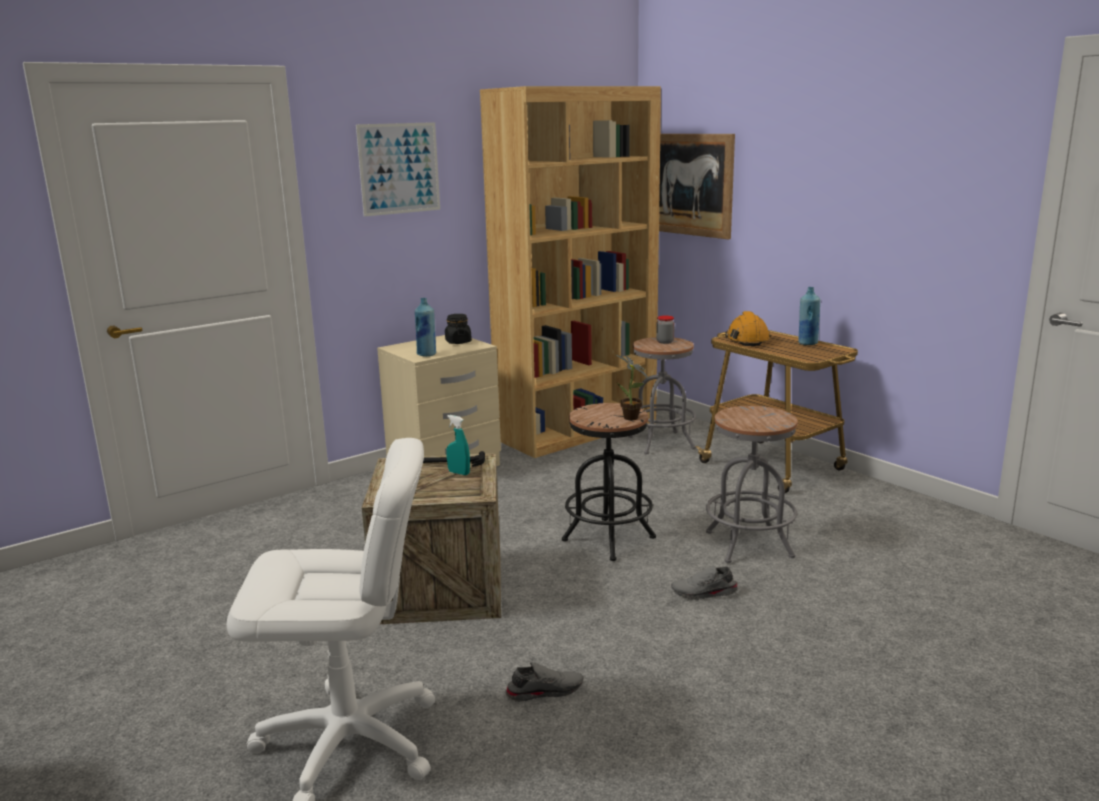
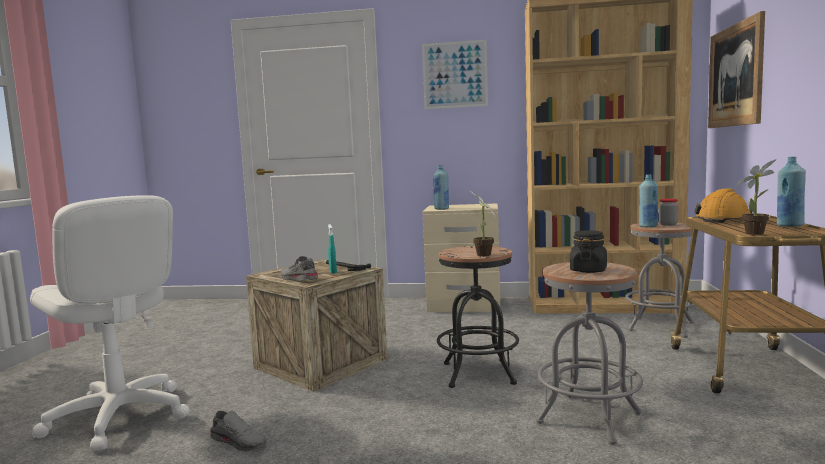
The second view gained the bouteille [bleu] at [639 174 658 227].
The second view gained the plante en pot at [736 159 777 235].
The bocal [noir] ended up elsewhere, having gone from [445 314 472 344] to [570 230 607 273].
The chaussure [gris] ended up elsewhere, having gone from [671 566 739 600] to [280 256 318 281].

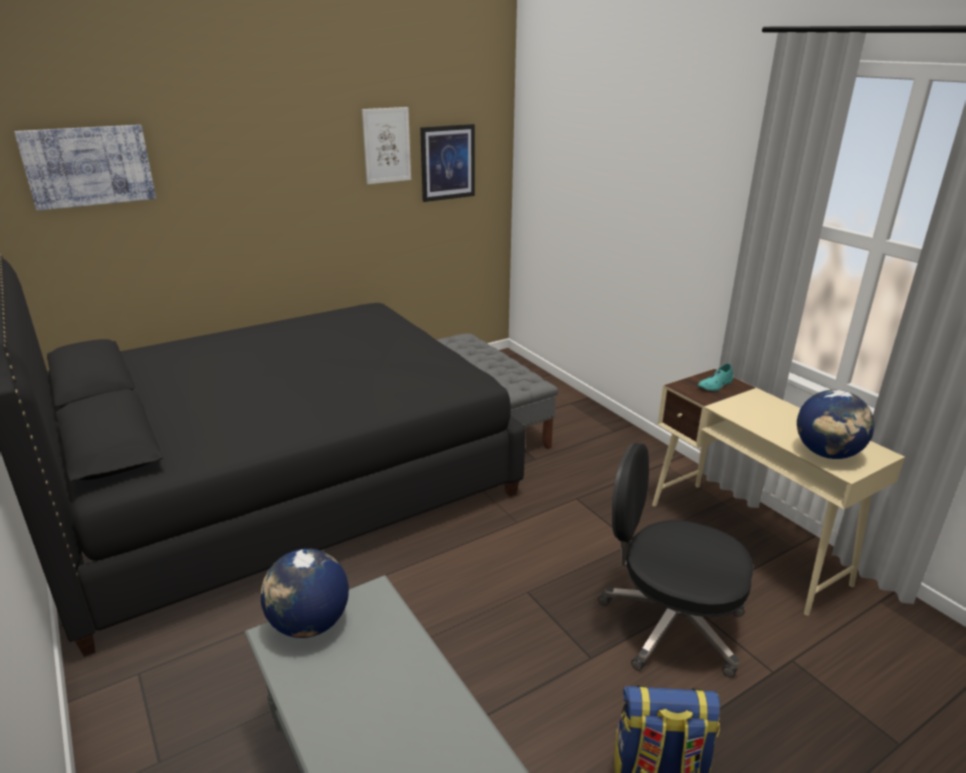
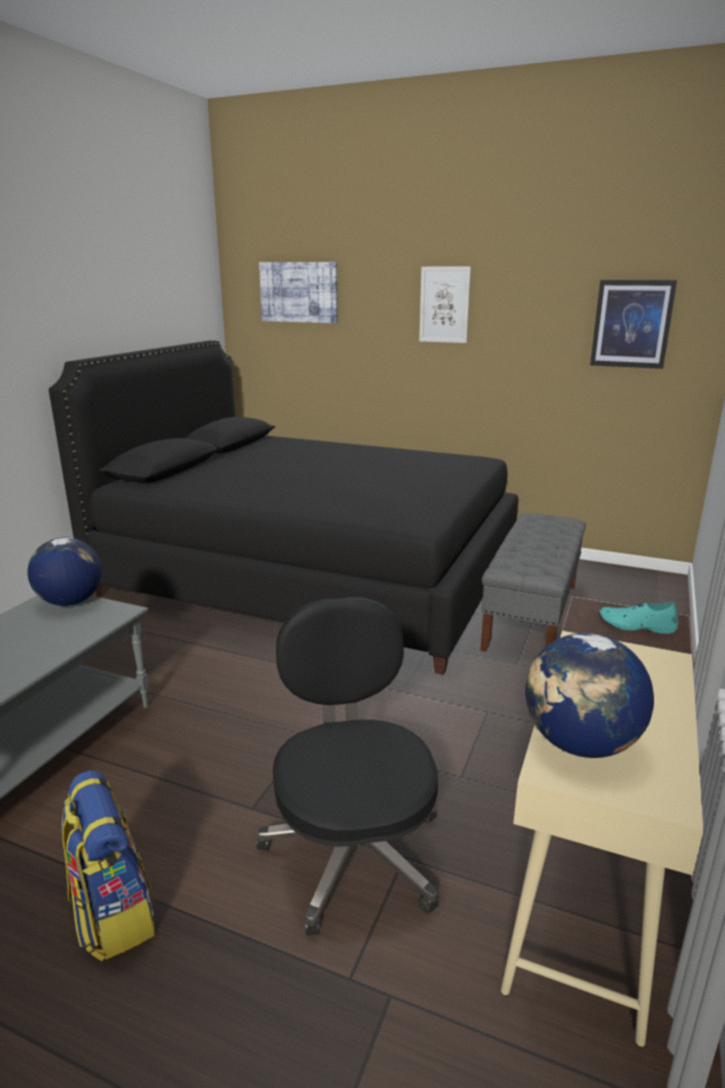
The tableau ended up elsewhere, having gone from [362 107 411 184] to [419 266 471 343].

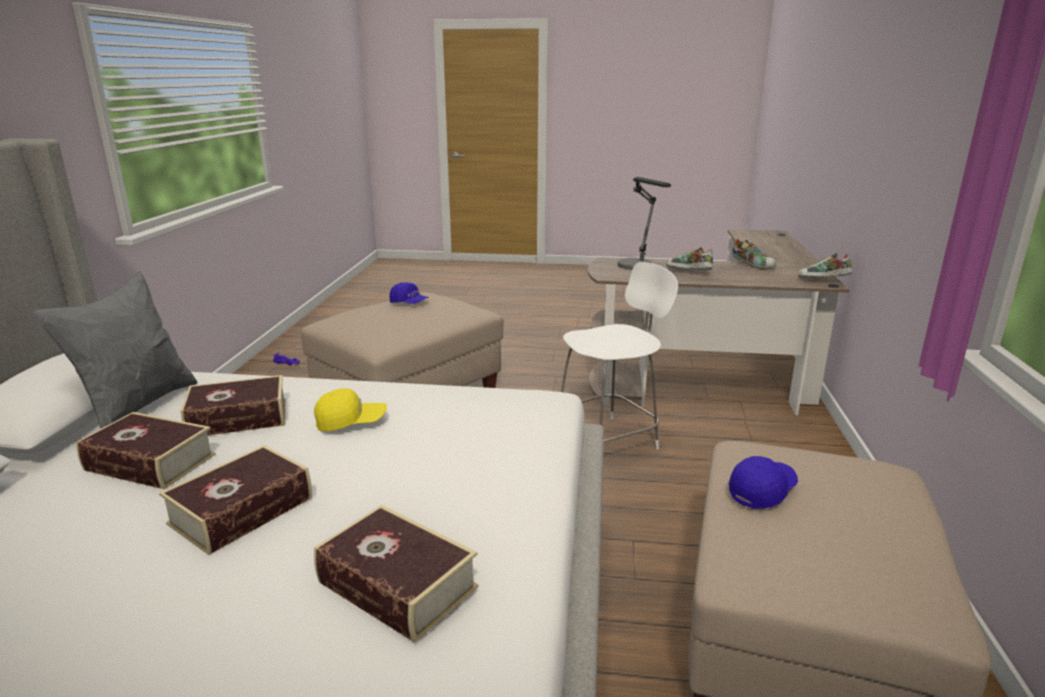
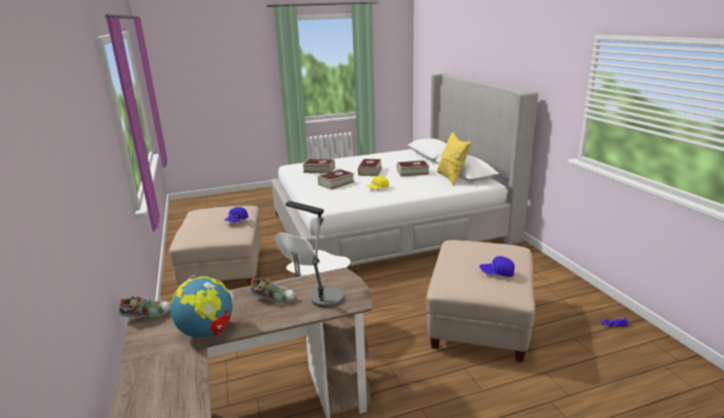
The livre ended up elsewhere, having gone from [181 375 286 435] to [318 169 354 190].
Where the chaussure stood at [732 239 776 270], the globe came to stand at [170 275 234 338].
What was the coussin [gris] at [33 272 198 429] turned into the coussin [jaune] at [437 132 471 186].

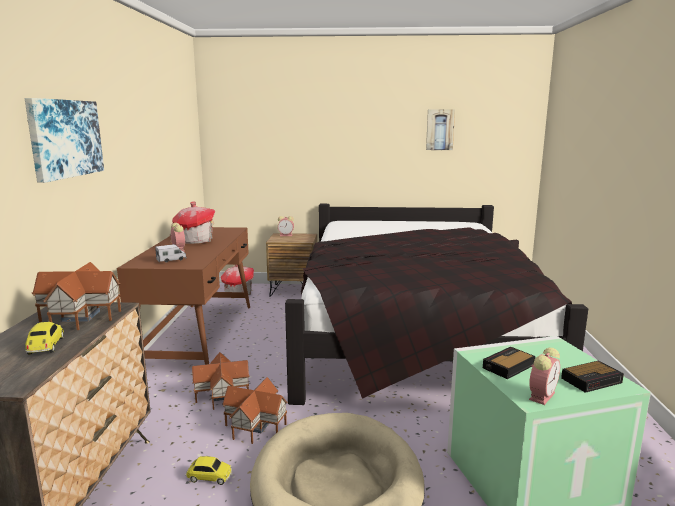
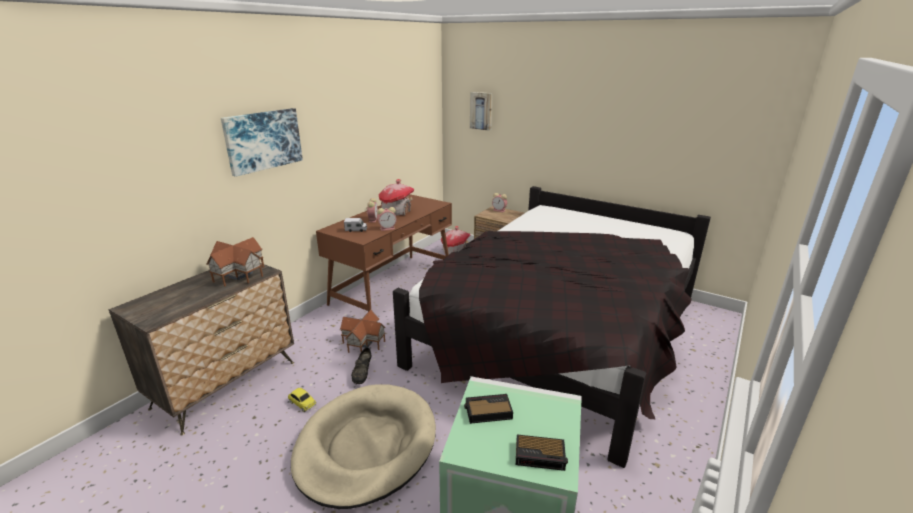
The second view lost the petite voiture at [25 322 64 355].
The tableau ended up elsewhere, having gone from [426 110 455 150] to [470 92 493 131].
The réveil ended up elsewhere, having gone from [529 348 560 405] to [377 207 397 231].
Where the maison miniature stood at [222 377 288 444], the chaussure [noir] came to stand at [351 348 371 384].

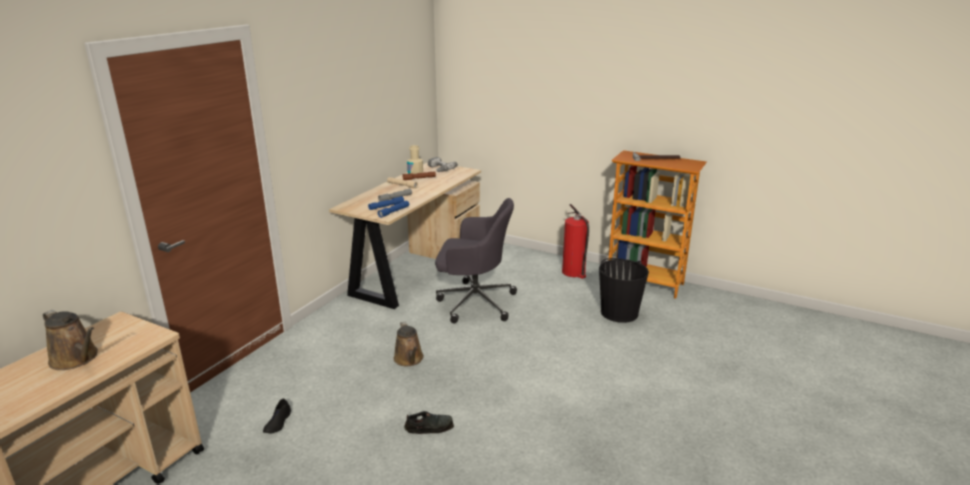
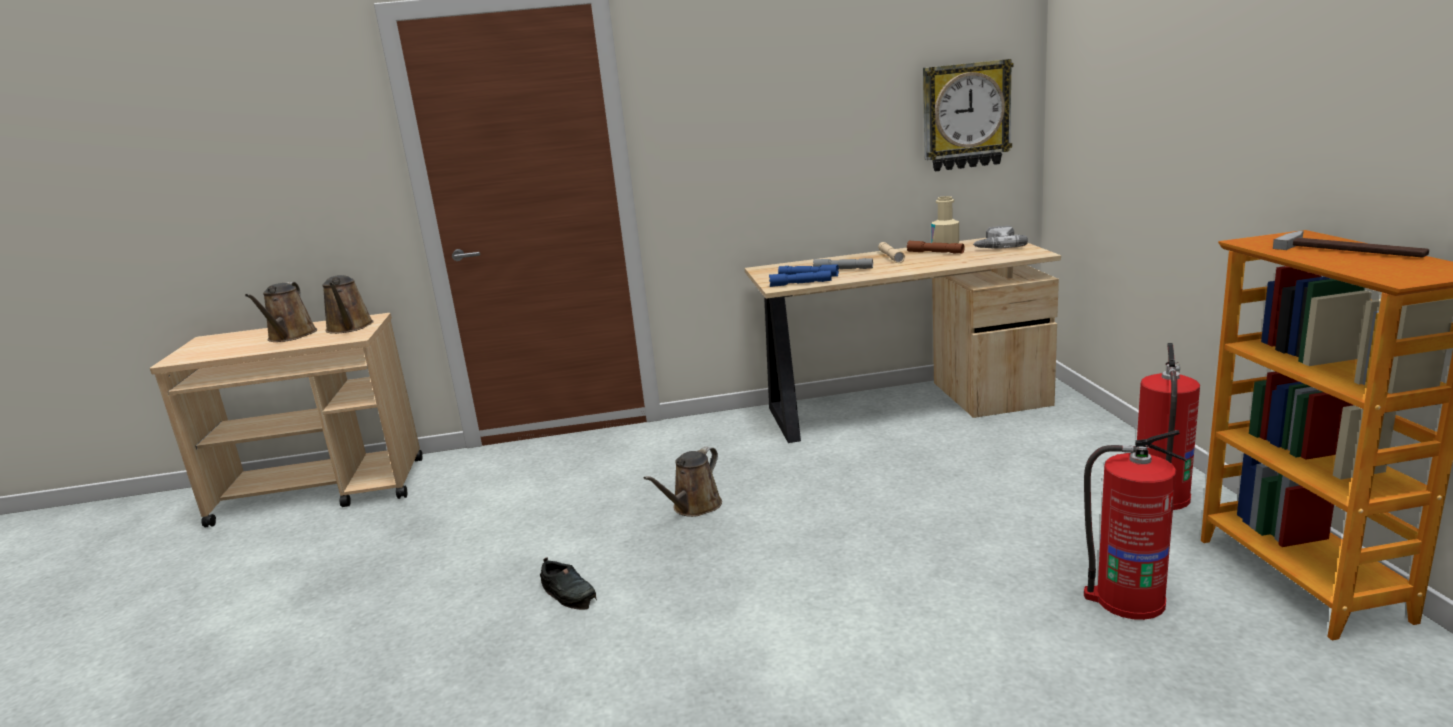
The second view lost the chaussure [noir] at [263 398 291 433].
The second view lost the chaise de bureau [gris] at [435 198 517 323].
The second view gained the arrosoir [marron] at [322 275 374 334].
The second view gained the horloge murale at [923 59 1013 171].
Where the seau [noir] stood at [599 258 649 323], the extincteur came to stand at [1084 430 1187 620].

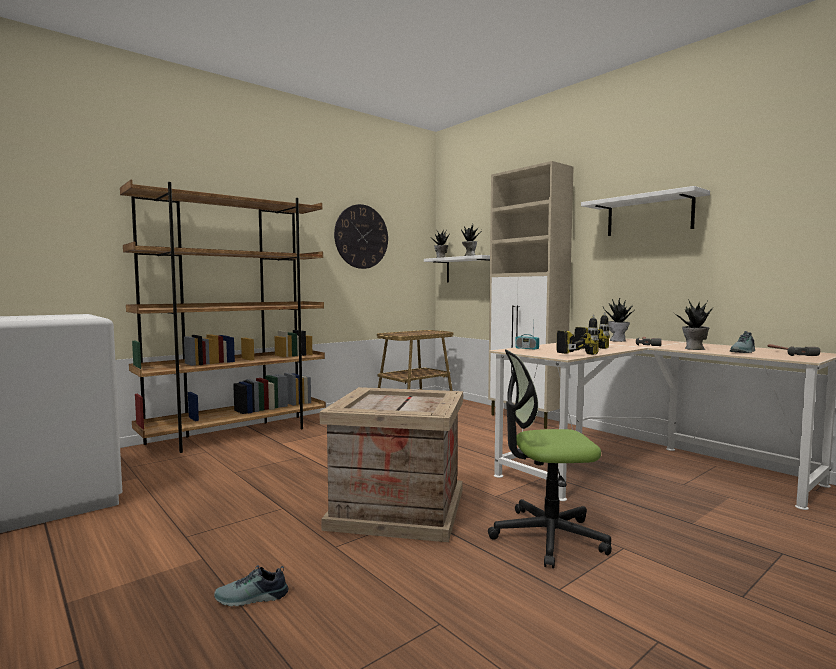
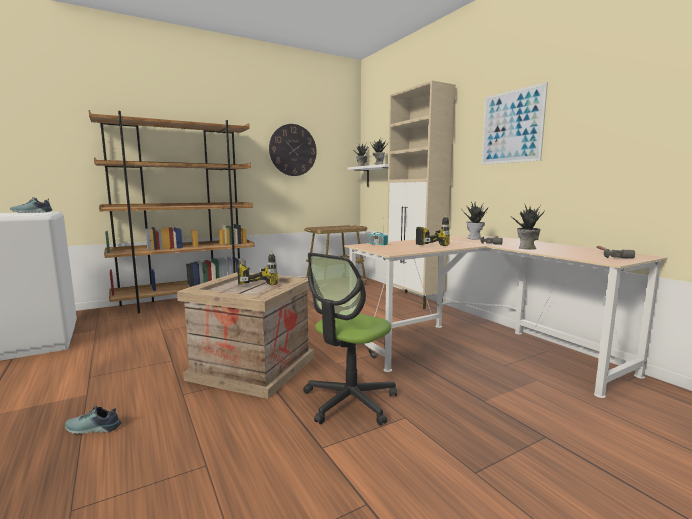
The perceuse ended up elsewhere, having gone from [556 315 599 355] to [237 251 278 285].
The chaussure ended up elsewhere, having gone from [730 331 755 353] to [10 197 52 213].
Where the étagère [blanc] hung at [581 186 710 236], the tableau came to hang at [481 82 548 165].
The chaise de bureau at [488 349 612 568] ended up facing another way, 60 degrees counterclockwise from before.

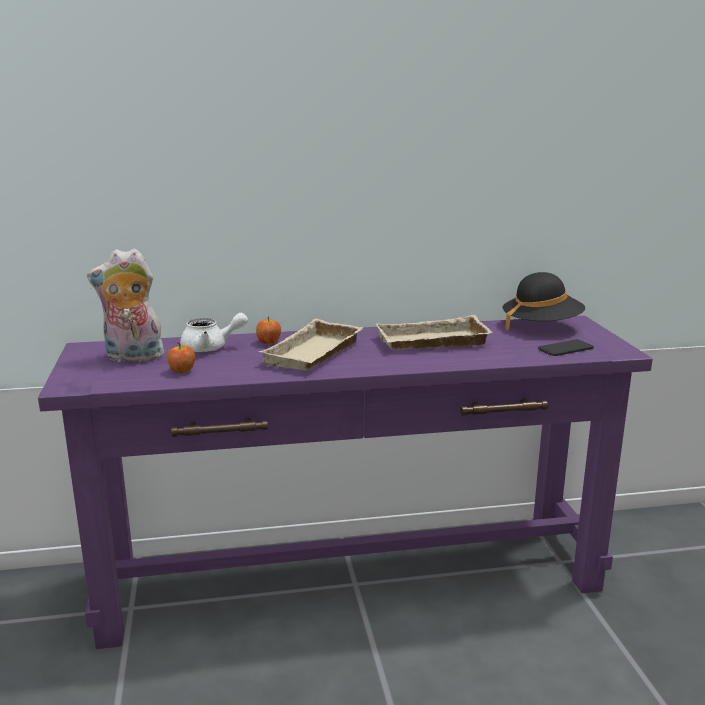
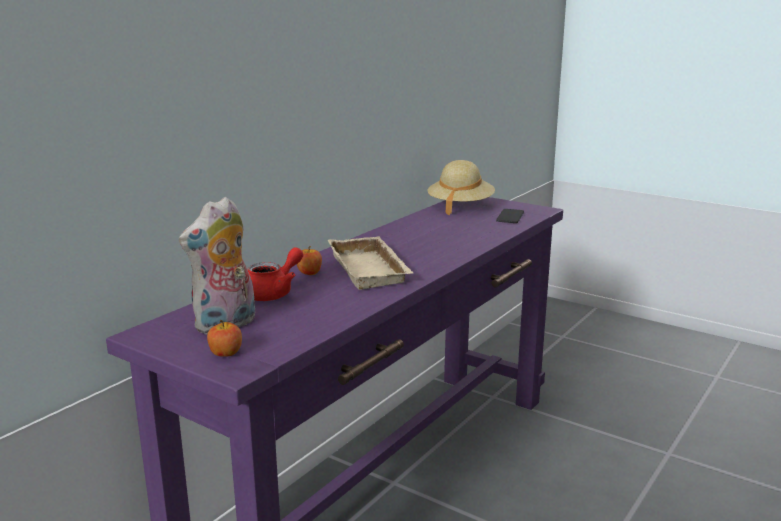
The second view lost the plateau [beige] at [375 315 493 349].
The pomme ended up elsewhere, having gone from [167 342 195 373] to [207 320 242 357].
What was the théière [blanc] at [180 313 248 352] turned into the théière [rouge] at [248 247 304 301].
What was the chapeau [noir] at [502 272 585 331] turned into the chapeau [beige] at [427 160 495 215].

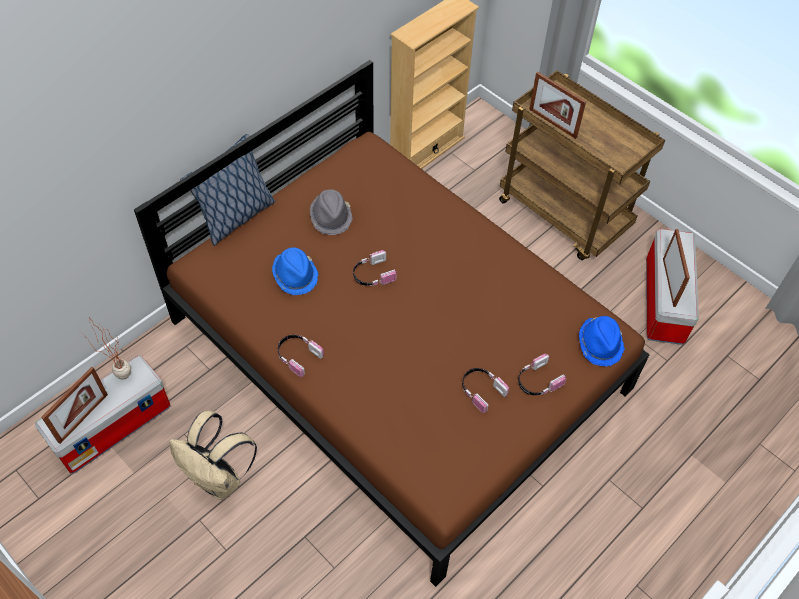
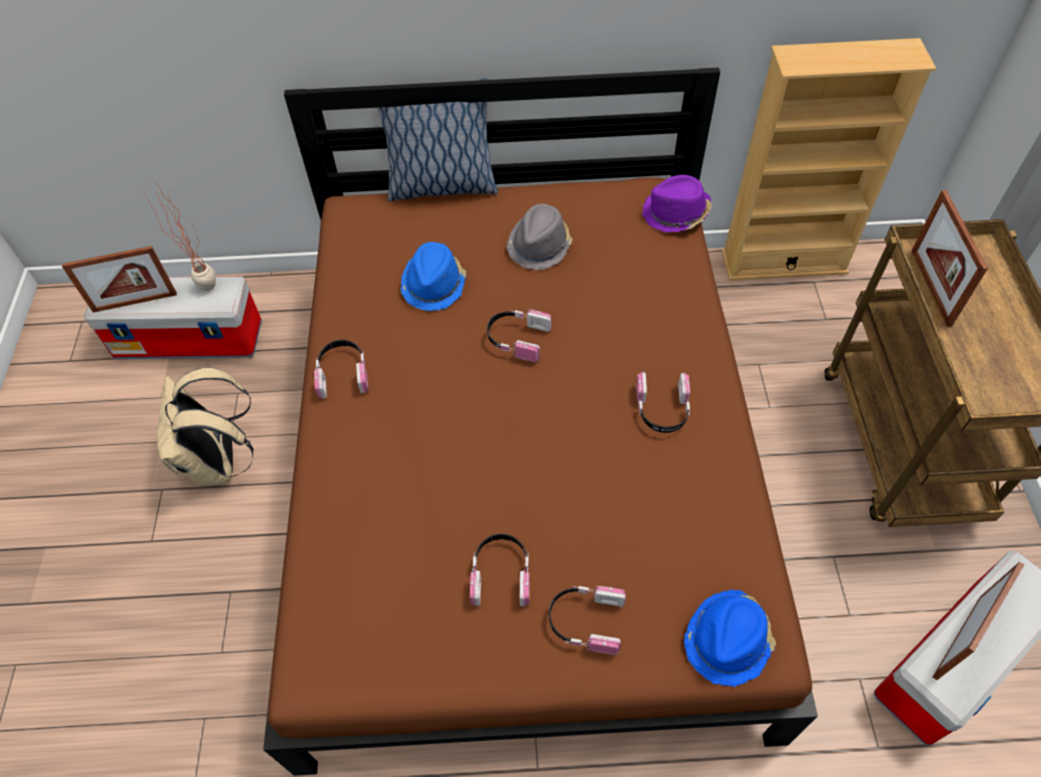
The second view gained the casque audio at [636 372 690 433].
The second view gained the chapeau [violet] at [642 175 712 233].

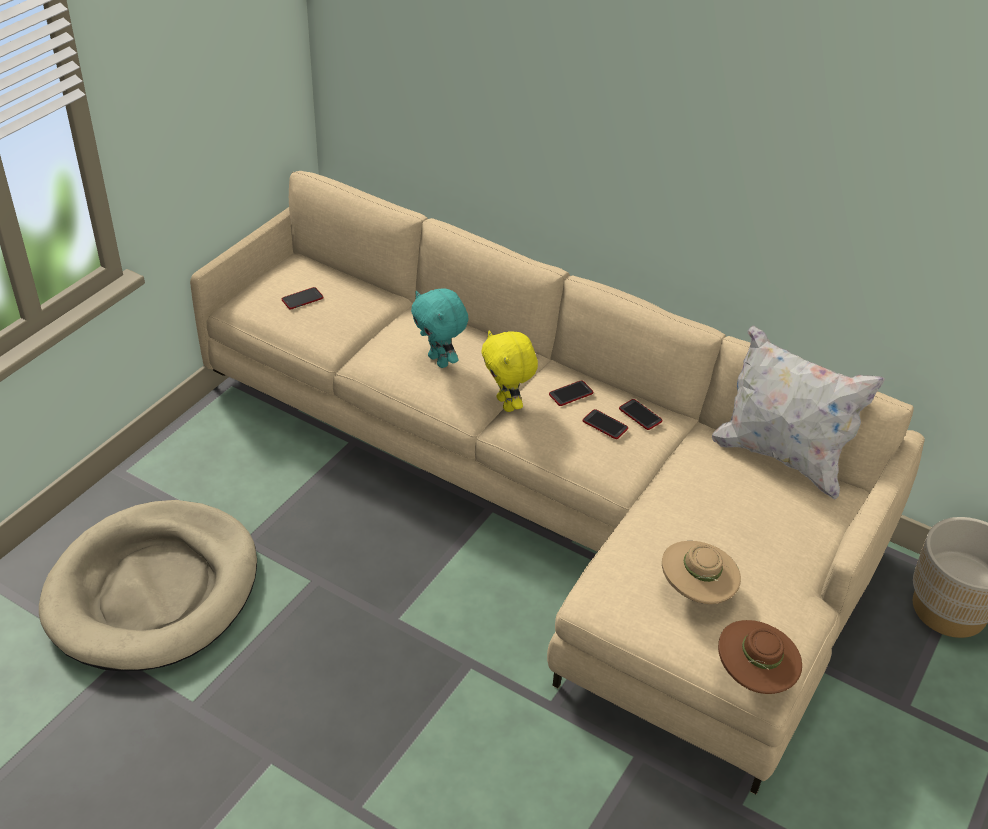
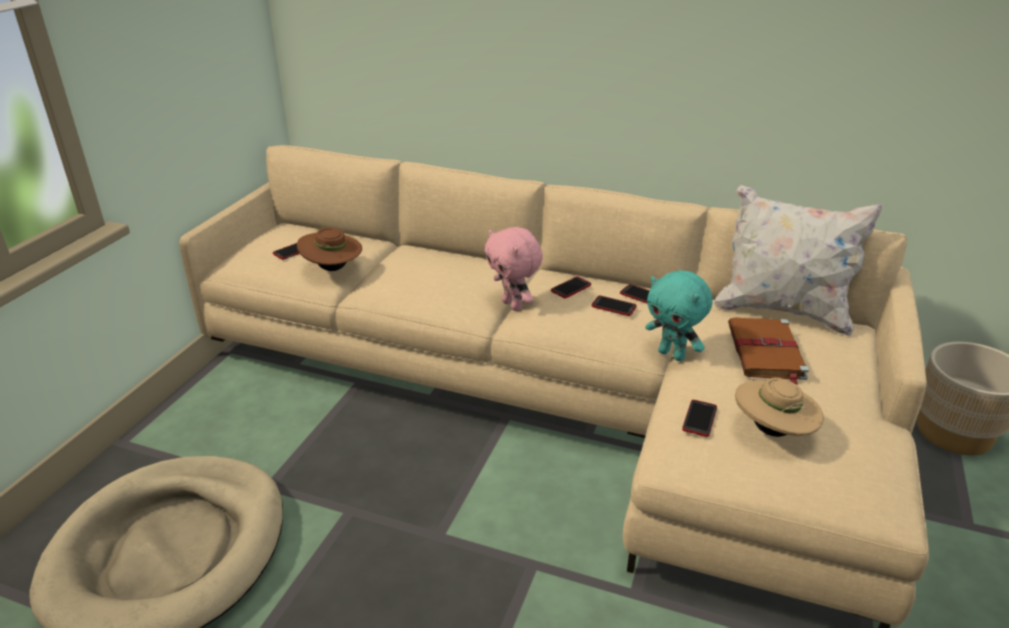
The second view gained the téléphone at [682 400 717 437].
The second view gained the livre [marron] at [728 318 809 385].
The peluche [turquoise] ended up elsewhere, having gone from [411 288 468 368] to [645 270 713 361].
The chapeau [marron] ended up elsewhere, having gone from [718 620 802 694] to [297 228 362 271].
What was the peluche [jaune] at [481 330 538 412] turned into the peluche [rose] at [485 227 543 311].

